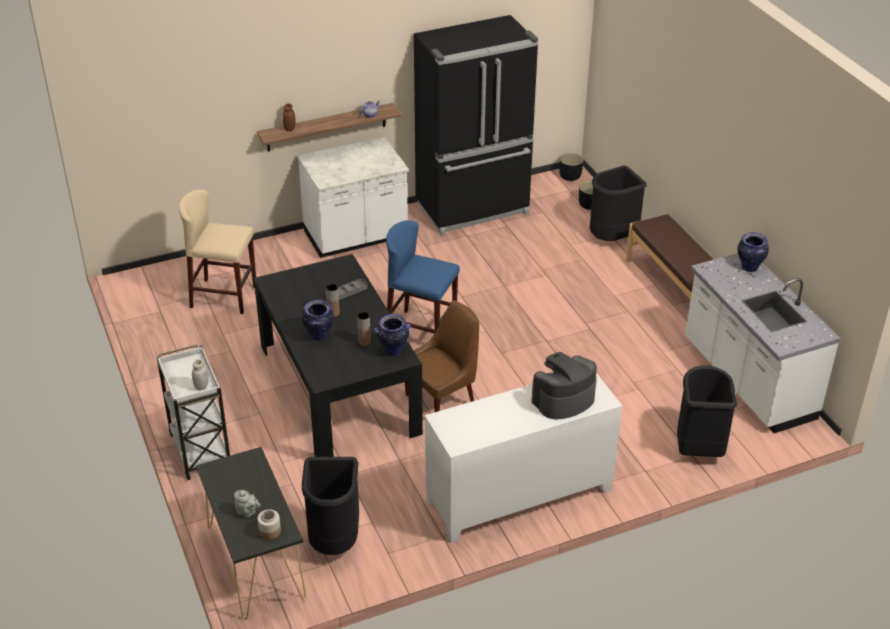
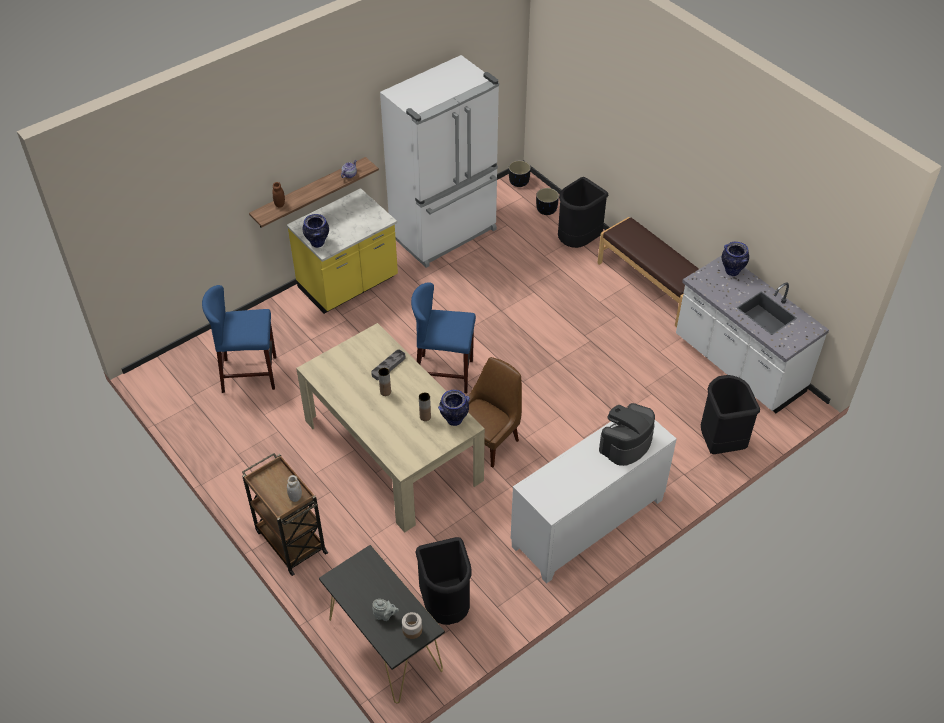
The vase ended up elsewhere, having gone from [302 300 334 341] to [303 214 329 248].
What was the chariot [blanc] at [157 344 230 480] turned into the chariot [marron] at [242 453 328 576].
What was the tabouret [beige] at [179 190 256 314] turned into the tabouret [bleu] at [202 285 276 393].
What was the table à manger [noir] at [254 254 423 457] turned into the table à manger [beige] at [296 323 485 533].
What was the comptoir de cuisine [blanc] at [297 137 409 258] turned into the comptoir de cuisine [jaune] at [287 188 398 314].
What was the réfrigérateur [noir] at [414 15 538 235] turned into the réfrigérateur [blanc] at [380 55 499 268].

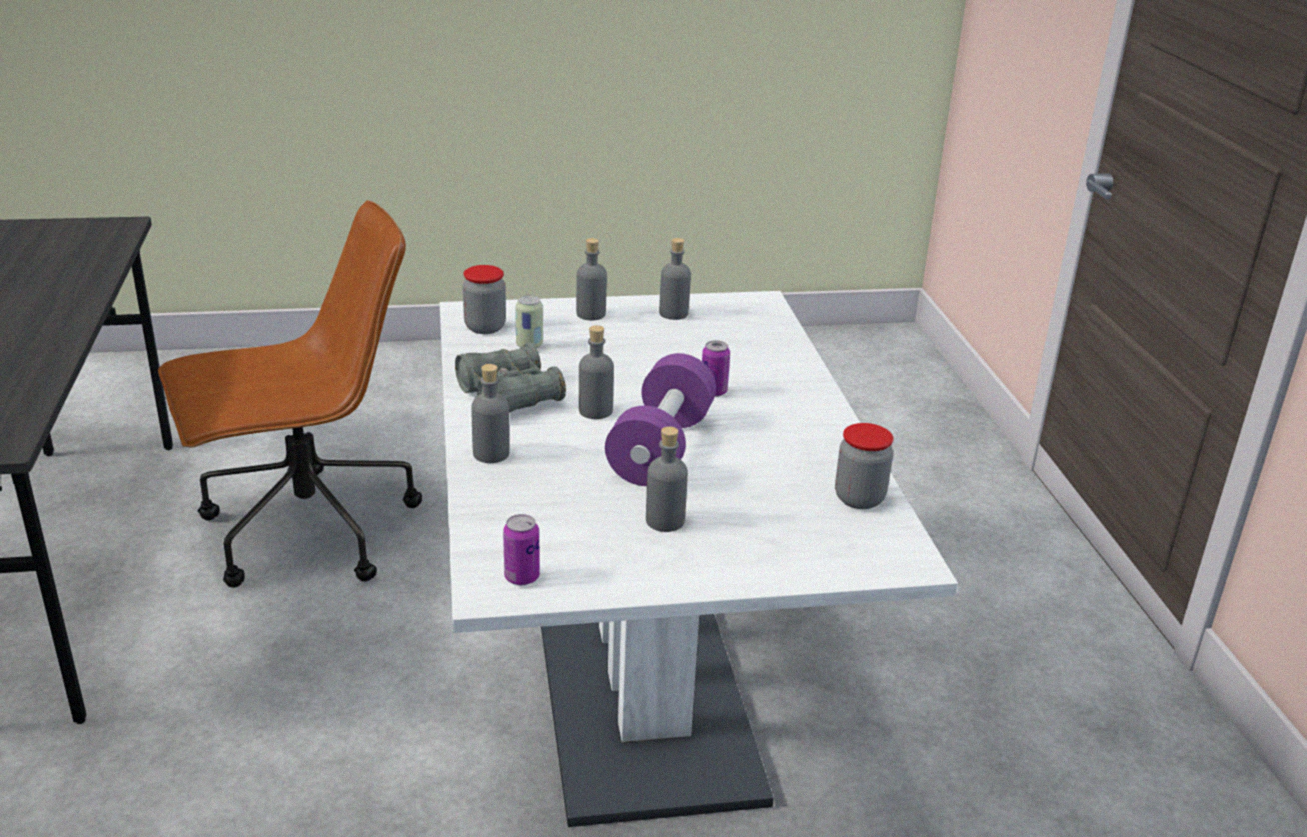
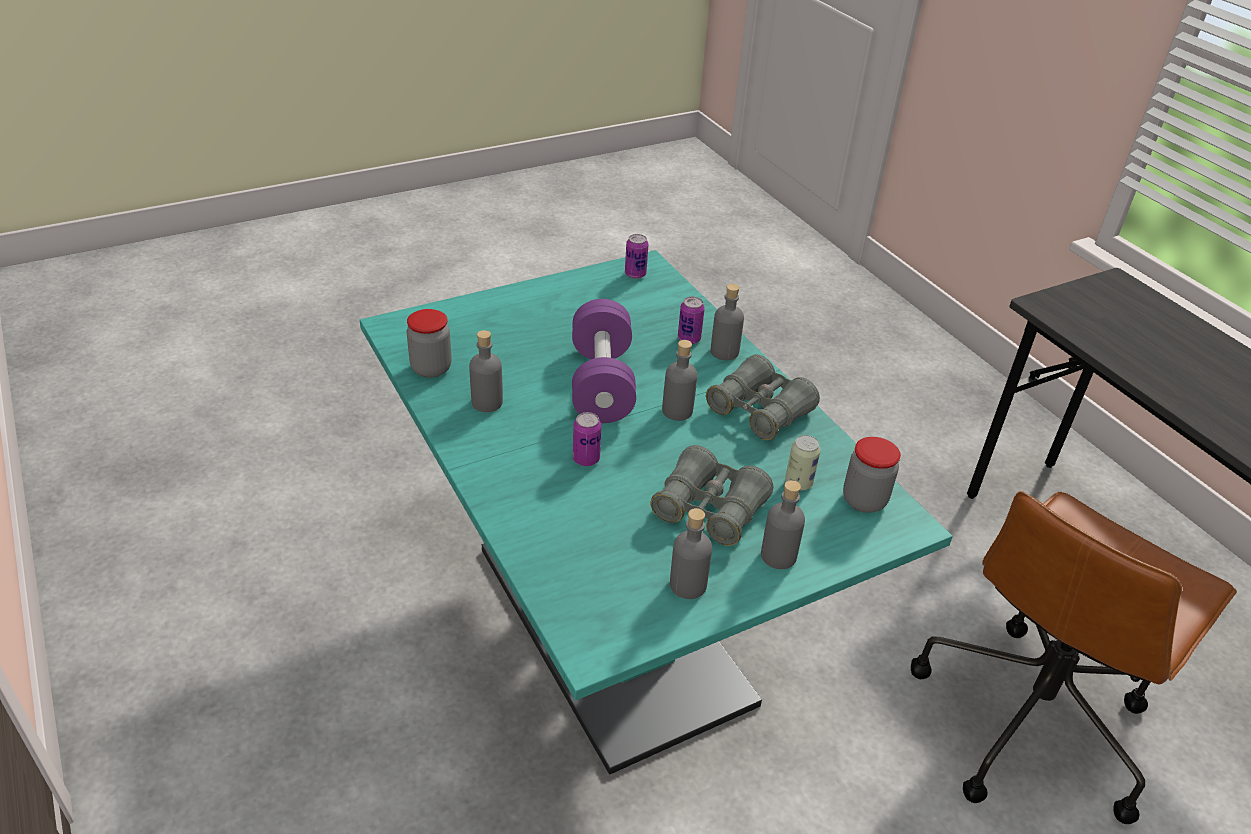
The second view gained the jumelles [gris] at [650 445 773 546].
The second view gained the boîte métallique at [678 296 705 344].
The bouteille [gris] ended up elsewhere, having gone from [646 426 688 532] to [469 330 503 412].
What was the table à manger [blanc] at [440 291 958 827] turned into the table à manger [turquoise] at [360 250 953 775].

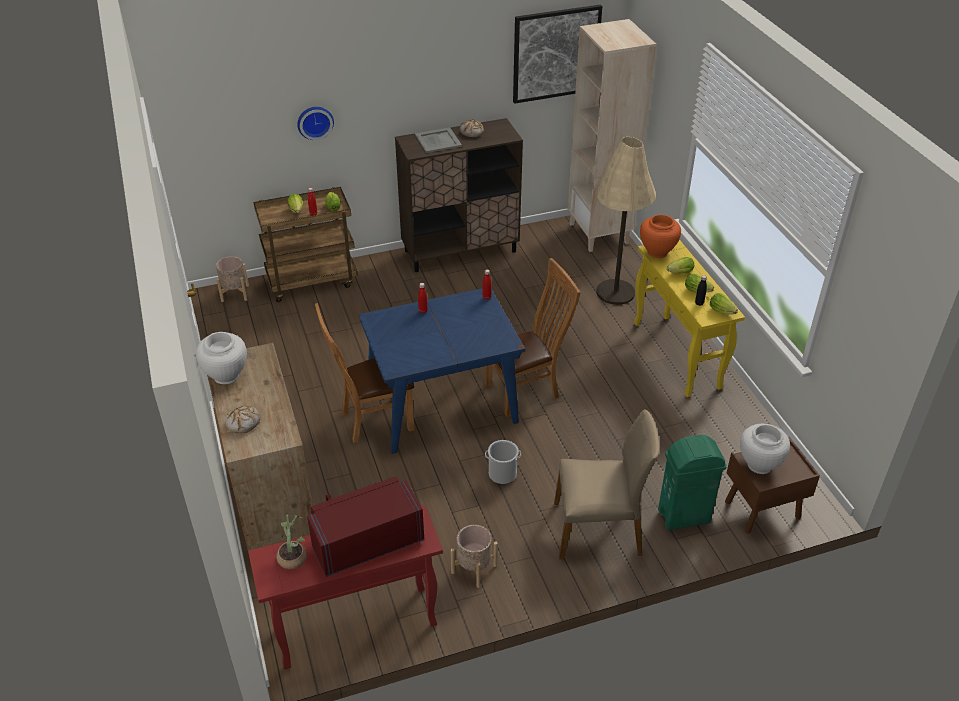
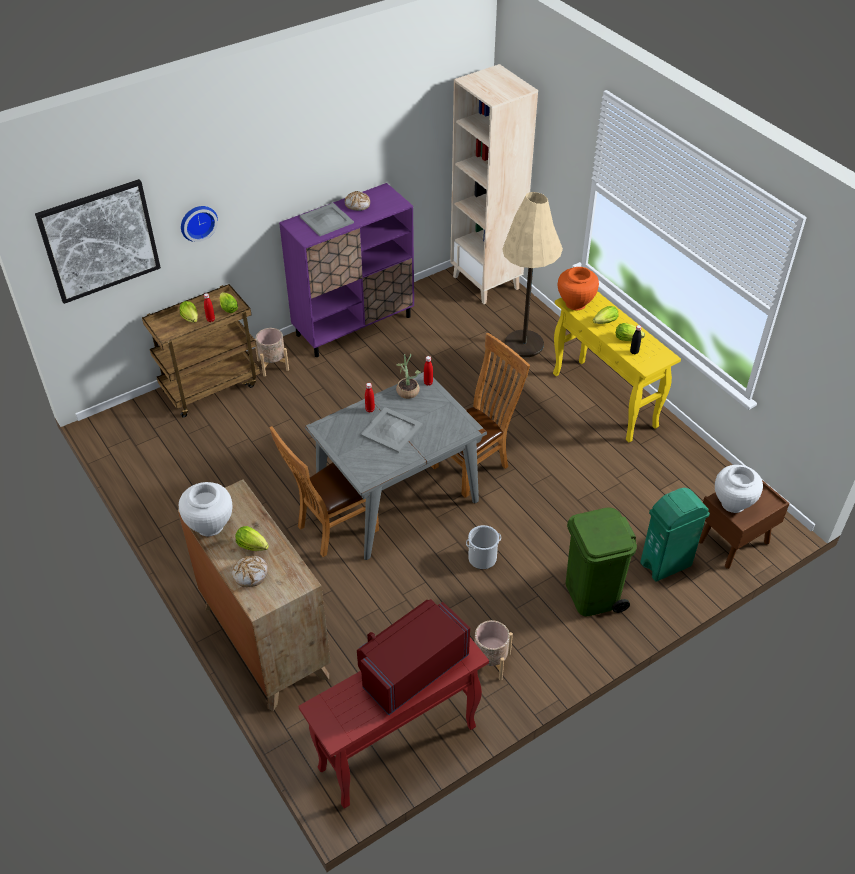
The second view gained the plateau [gris] at [360 407 423 453].
The cache-pot [beige] ended up elsewhere, having gone from [216 256 249 302] to [255 328 289 377].
The plante en pot ended up elsewhere, having gone from [276 515 307 569] to [396 354 421 399].
The tableau ended up elsewhere, having gone from [513 4 602 104] to [35 179 161 304].
The laitue ended up elsewhere, having gone from [710 293 738 314] to [235 526 269 551].
Where the chaise [beige] stood at [554 409 660 559], the poubelle [vert] came to stand at [566 508 637 616].
What was the table à manger [bleu] at [358 288 525 454] turned into the table à manger [gris] at [305 372 487 560].
What was the meuble de rangement [marron] at [395 118 523 272] turned into the meuble de rangement [violet] at [279 183 414 357].

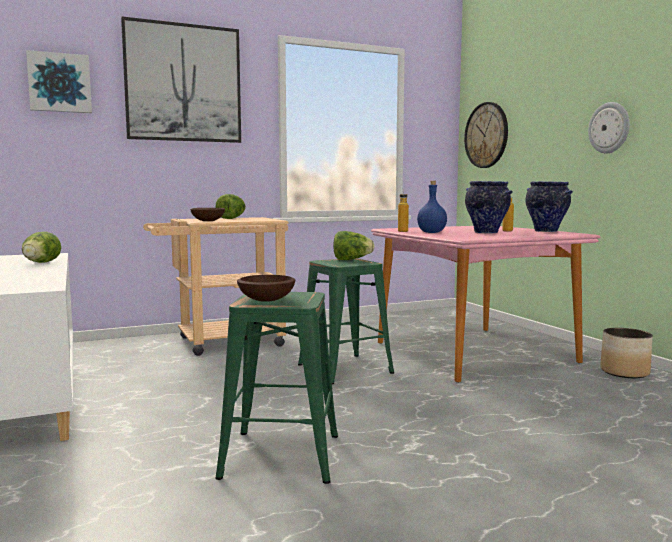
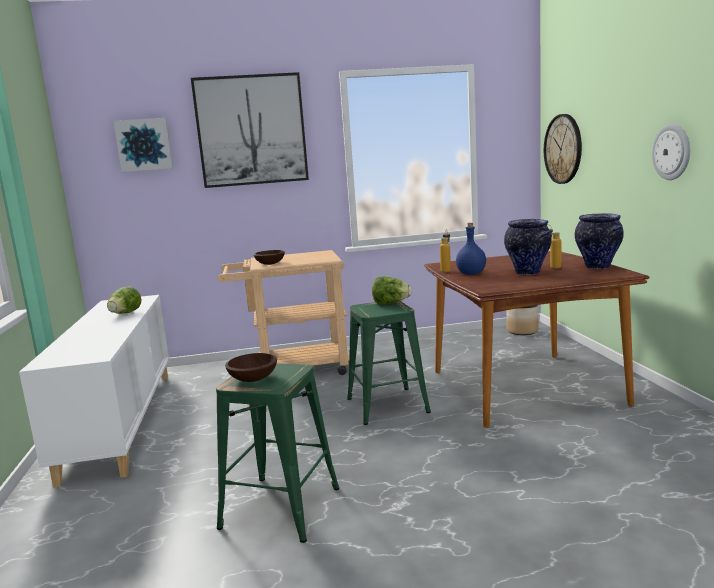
The second view lost the laitue at [216 194 246 219].
The cache-pot ended up elsewhere, having gone from [600 328 653 378] to [507 305 539 335].
What was the table à manger [rose] at [371 226 600 383] turned into the table à manger [marron] at [424 251 650 428].

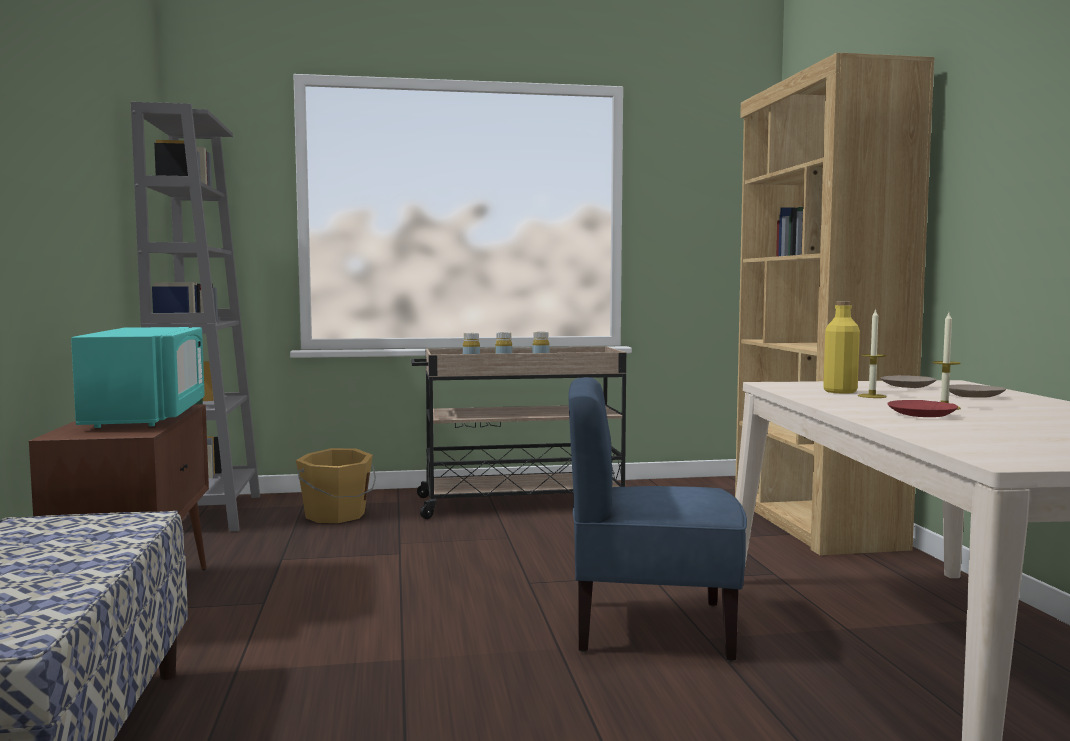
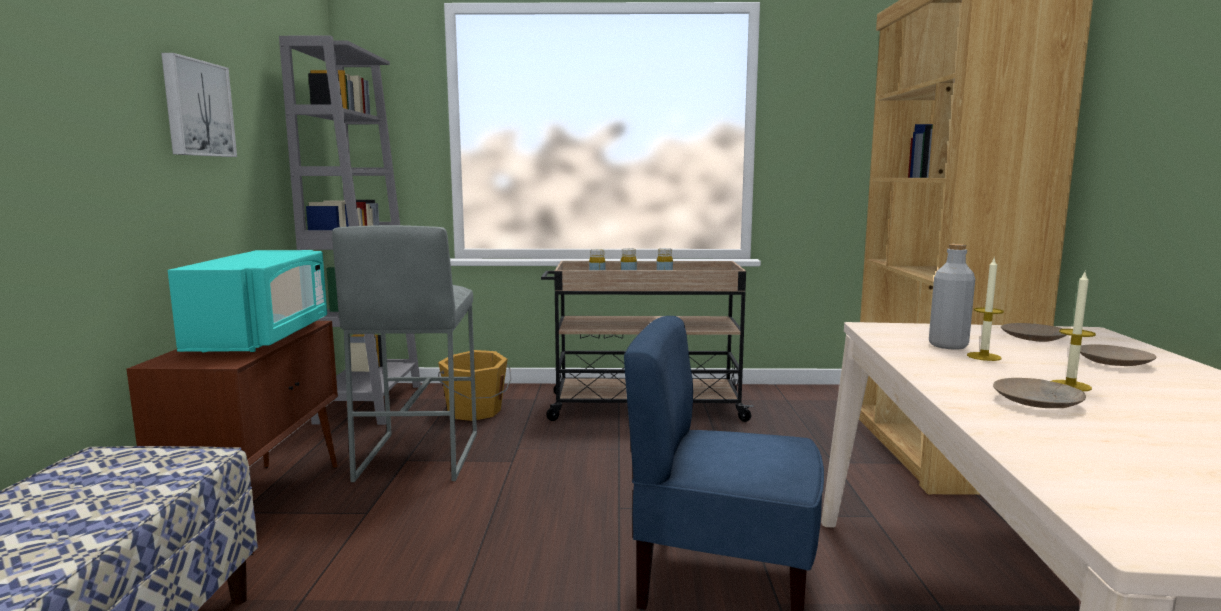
The second view gained the tableau at [161 53 237 157].
The second view gained the tabouret [gris] at [332 225 477 482].
What was the bouteille [jaune] at [823 301 860 394] turned into the bouteille [gris] at [929 244 975 350].
What was the assiette [rouge] at [887 400 958 417] turned into the assiette [beige] at [993 378 1086 408].

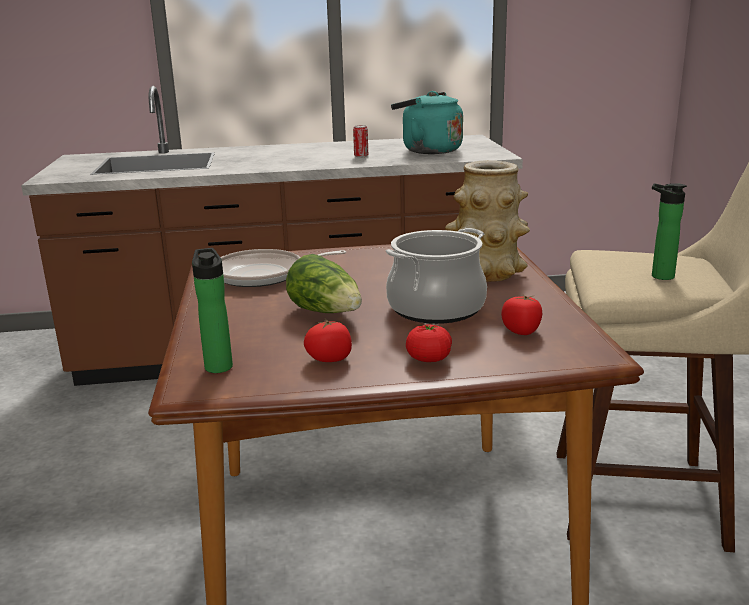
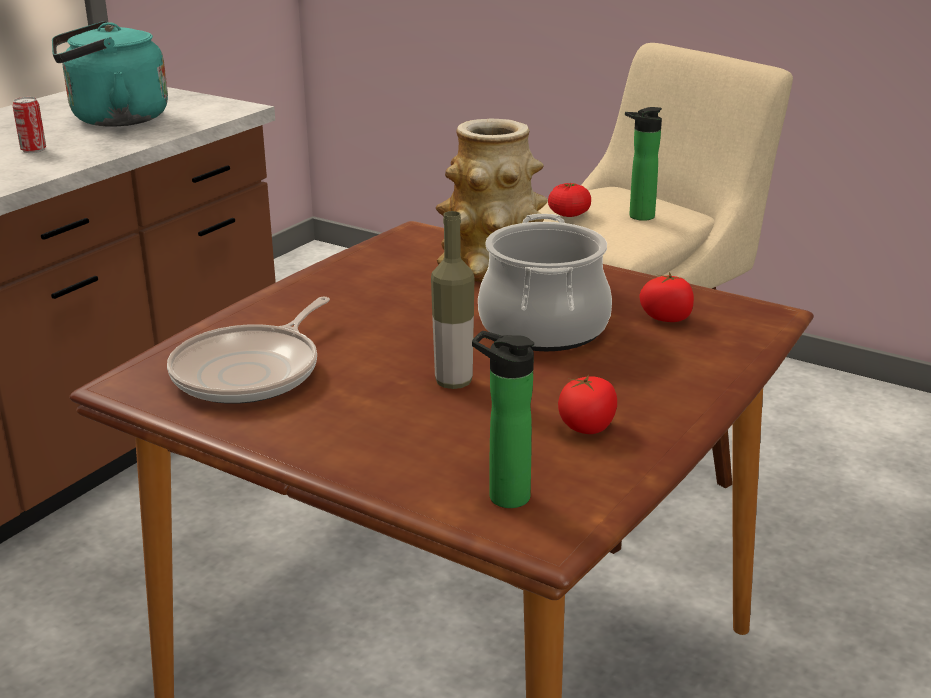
The tomate ended up elsewhere, having gone from [406 324 452 362] to [548 183 591 217].
Where the laitue stood at [286 254 362 313], the bouteille came to stand at [431 211 474 389].

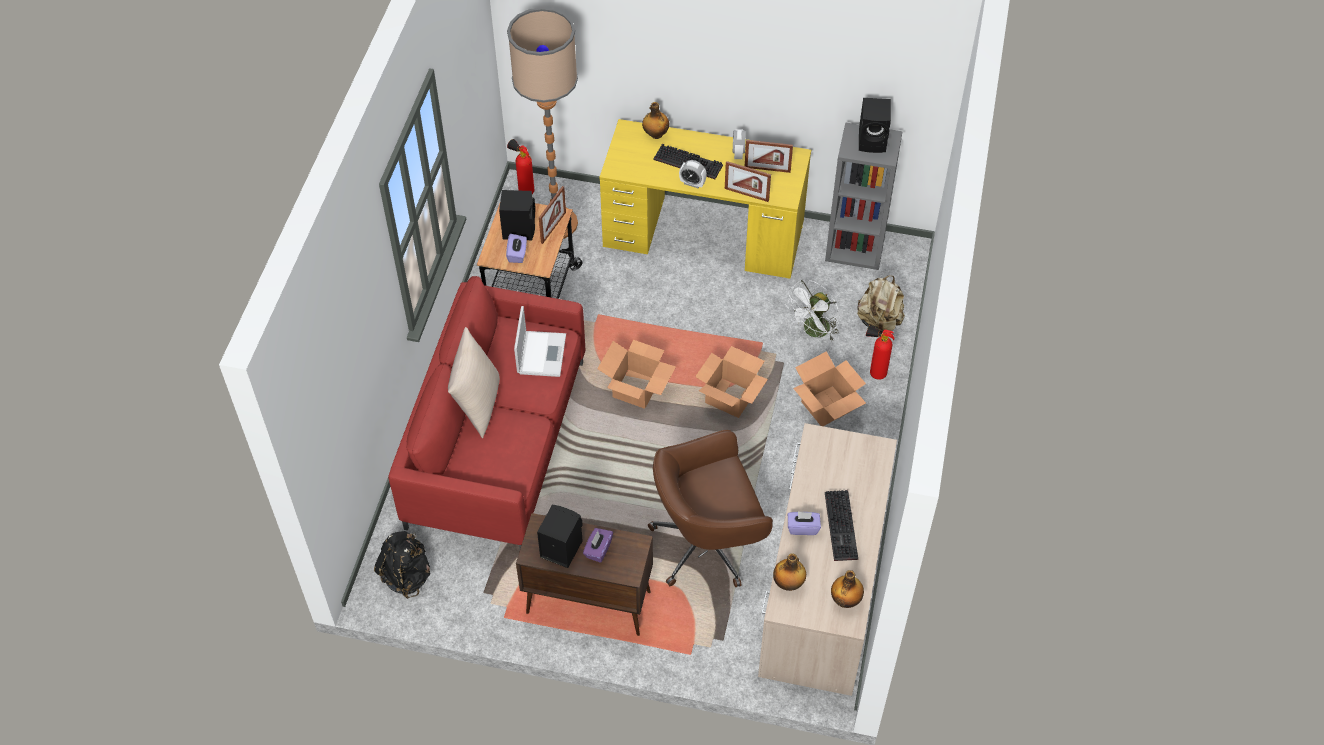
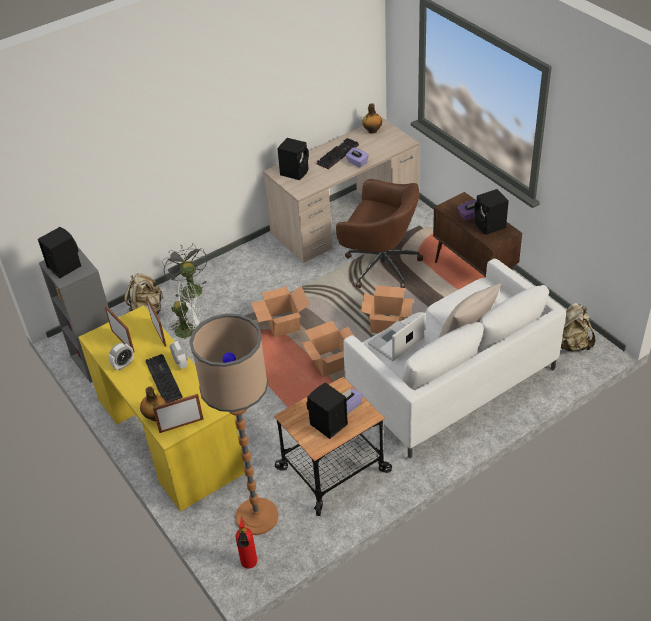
The second view lost the bouteille at [773 553 806 591].
The second view gained the enceinte [noir] at [277 138 309 180].
The cadre photo ended up elsewhere, having gone from [539 186 566 244] to [153 394 204 433].
The carton ended up elsewhere, having gone from [793 351 866 426] to [360 286 413 333].
Where the extincteur stood at [866 325 894 380], the ventilateur [gris] came to stand at [162 243 207 302].
What was the sac à dos [noir] at [374 531 430 599] turned into the sac à dos [beige] at [561 303 596 352].
What was the canapé [rouge] at [388 276 585 548] turned into the canapé [blanc] at [343 259 566 459].

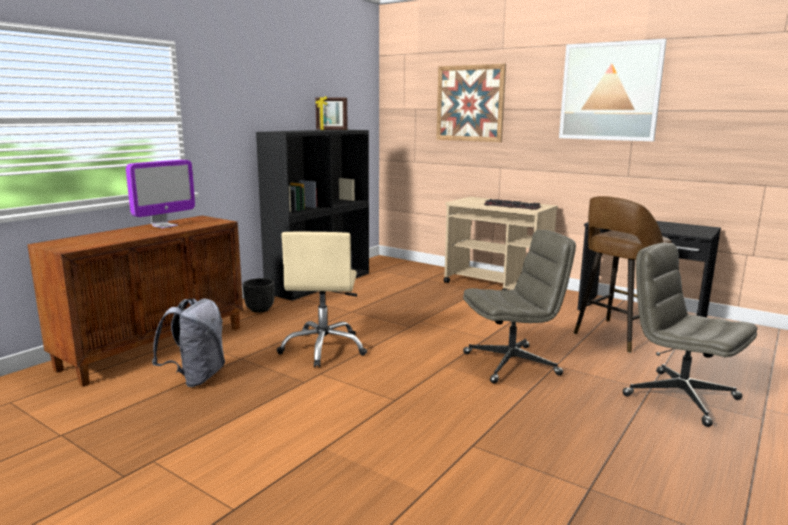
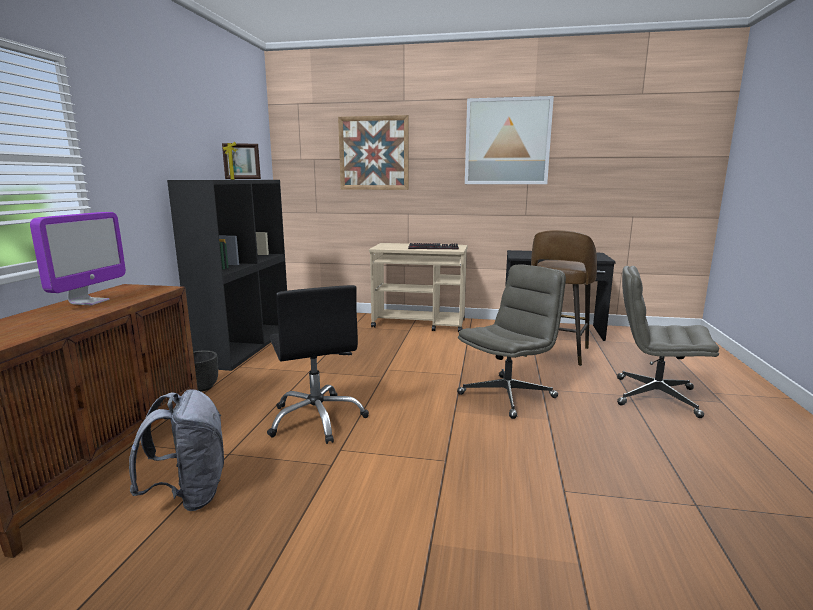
What was the chaise de bureau [beige] at [277 232 367 368] turned into the chaise de bureau [noir] at [267 285 369 444].

